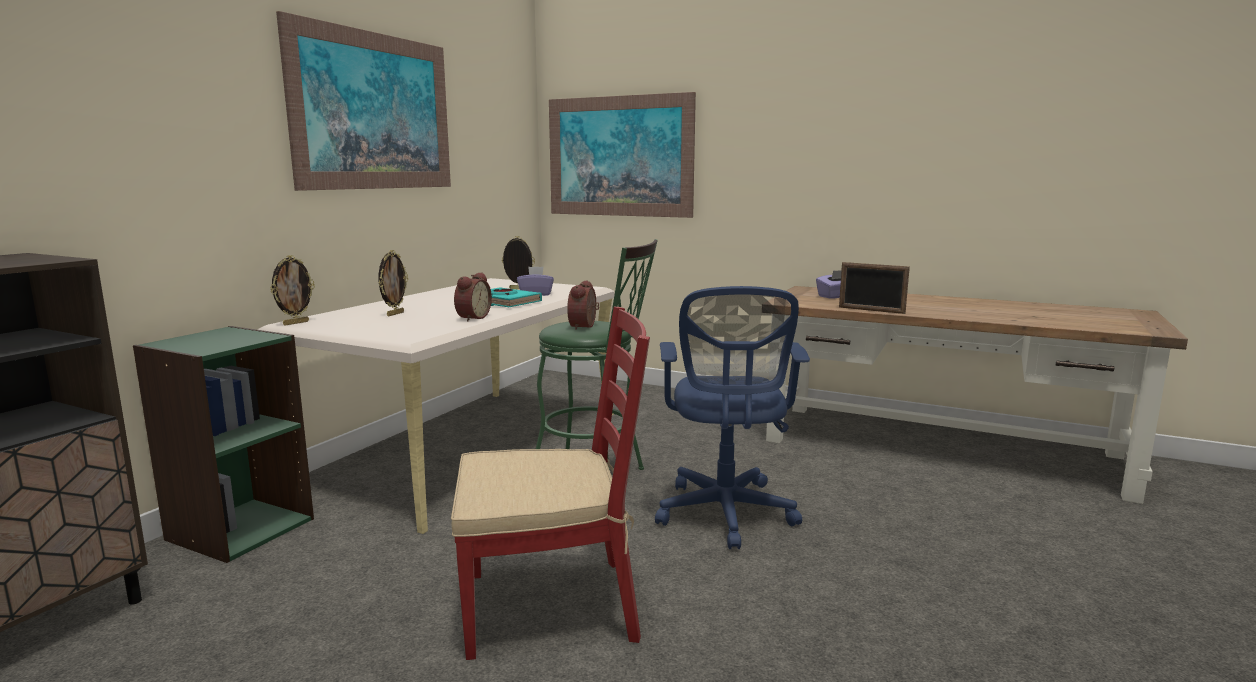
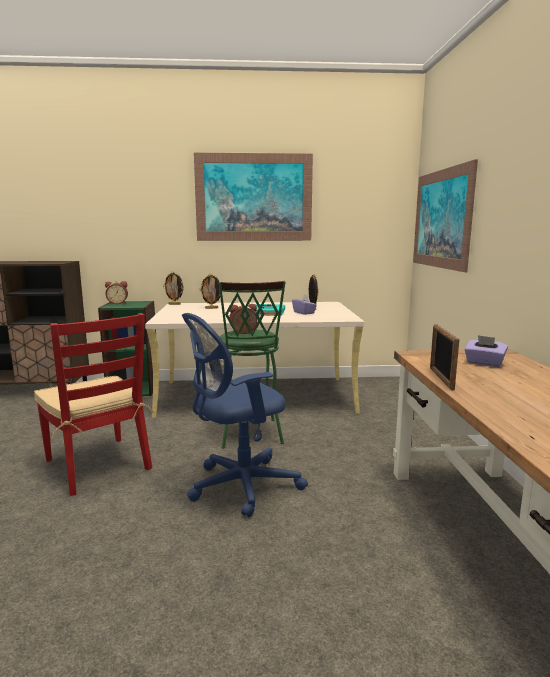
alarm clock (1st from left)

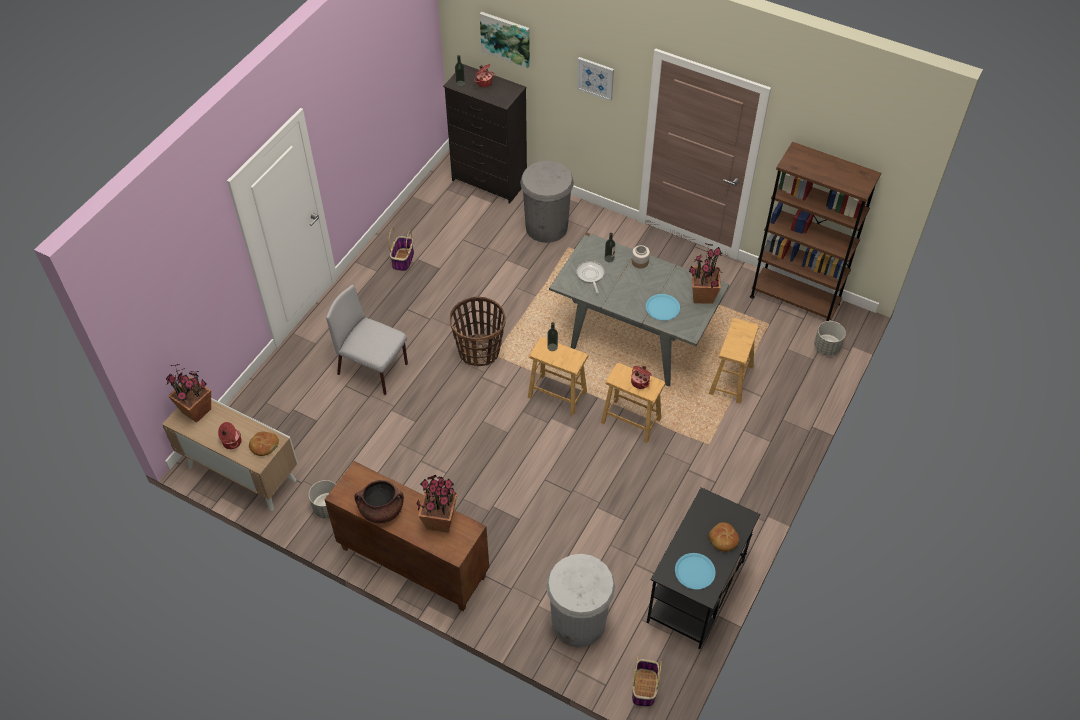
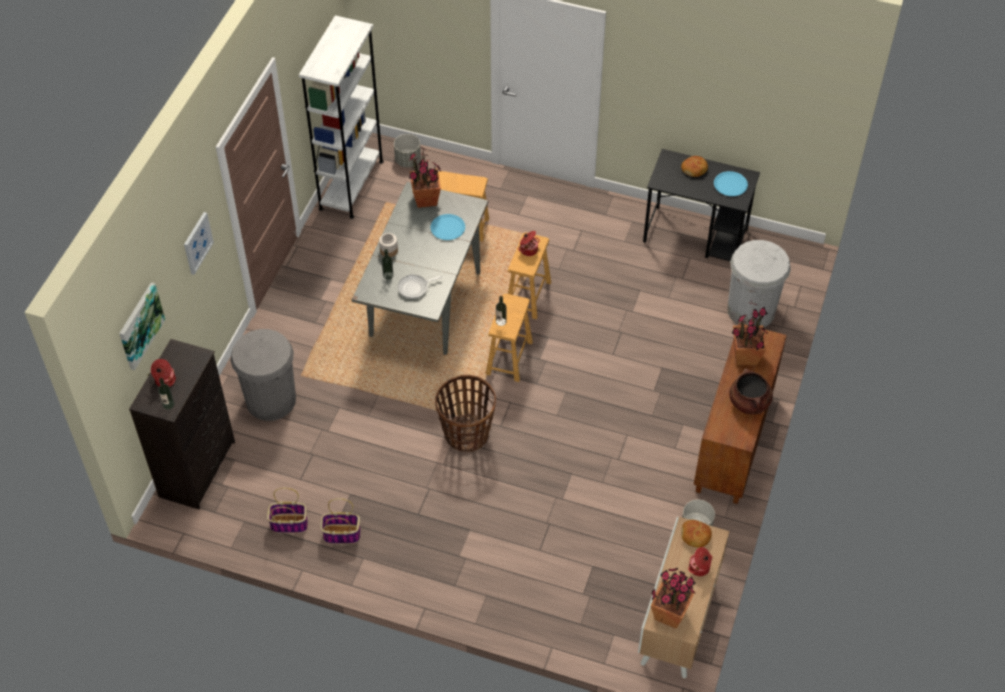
basket (1st from left); white bookcase; grey chair

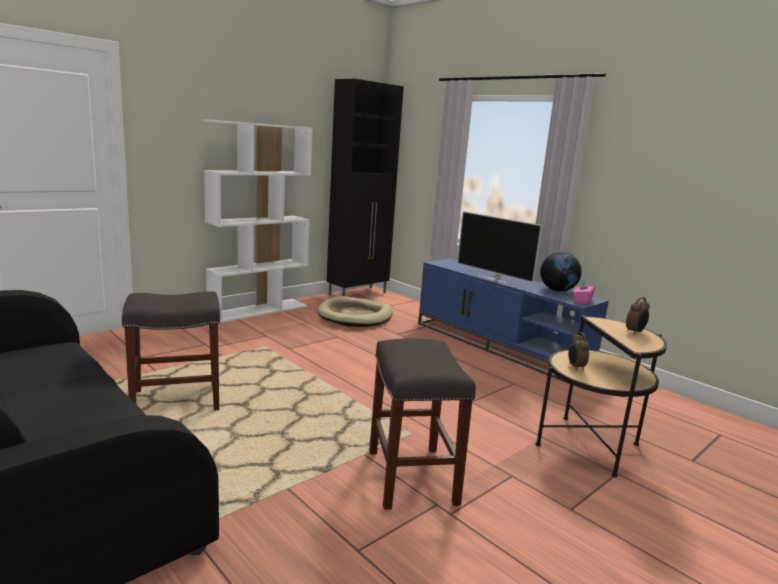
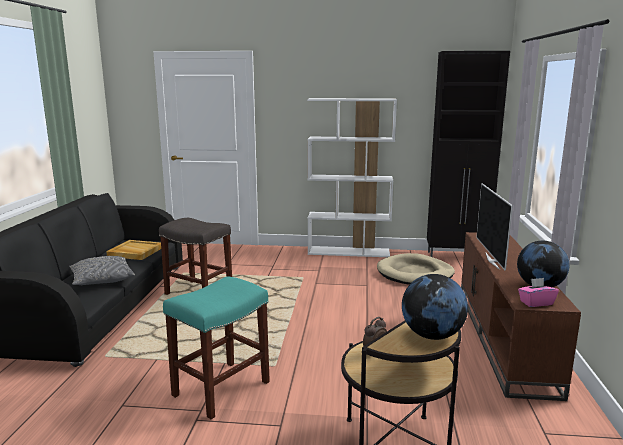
grey pillow; beige tray; turquoise stool; globe (1st from left); brown tv stand

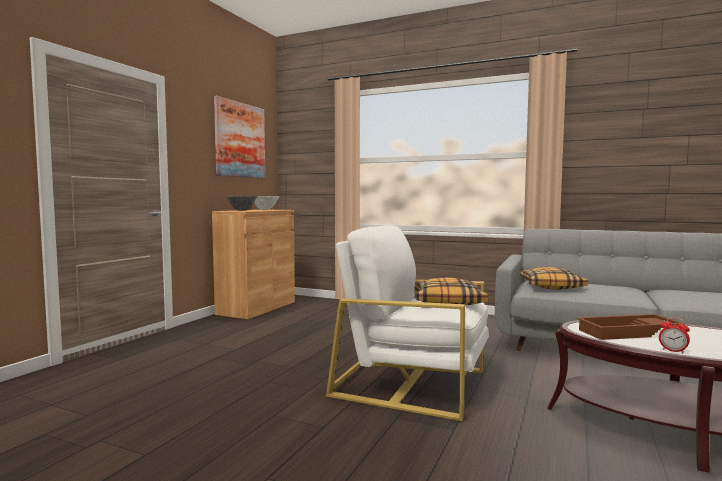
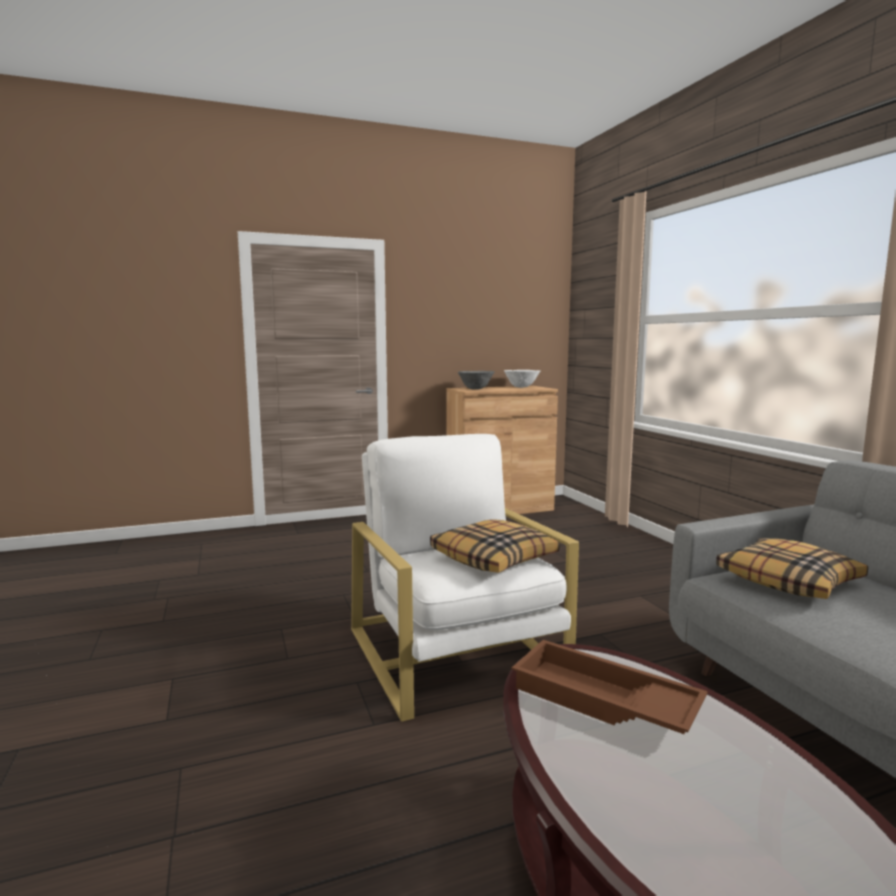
picture; alarm clock

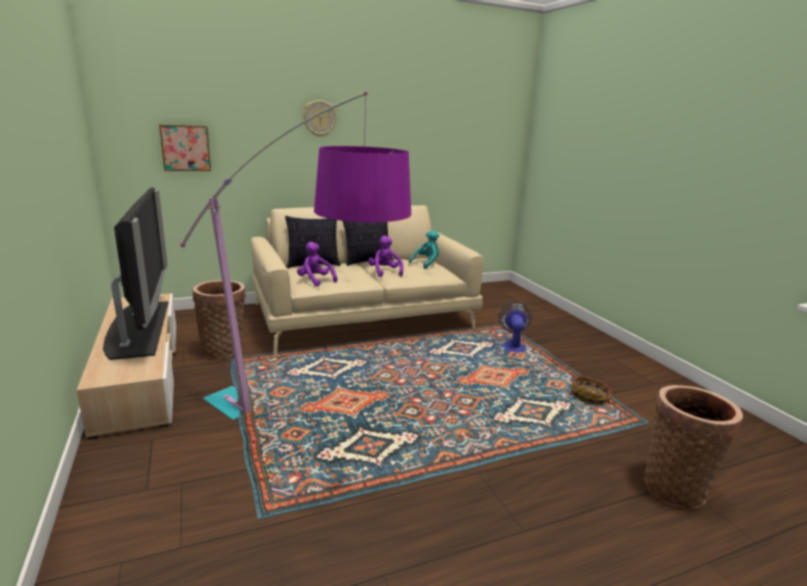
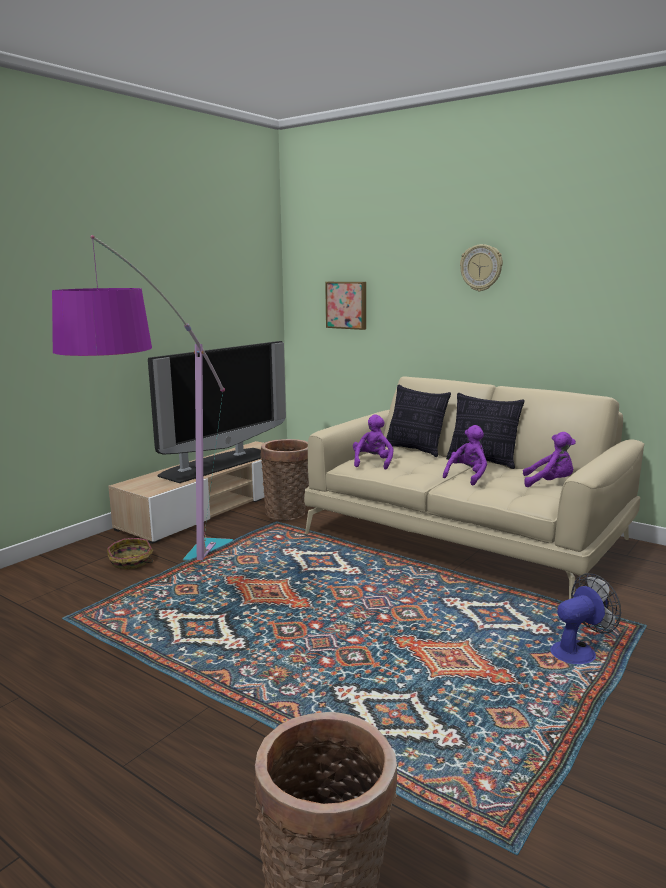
basket (1st from left); purple plush toy (3rd from left)

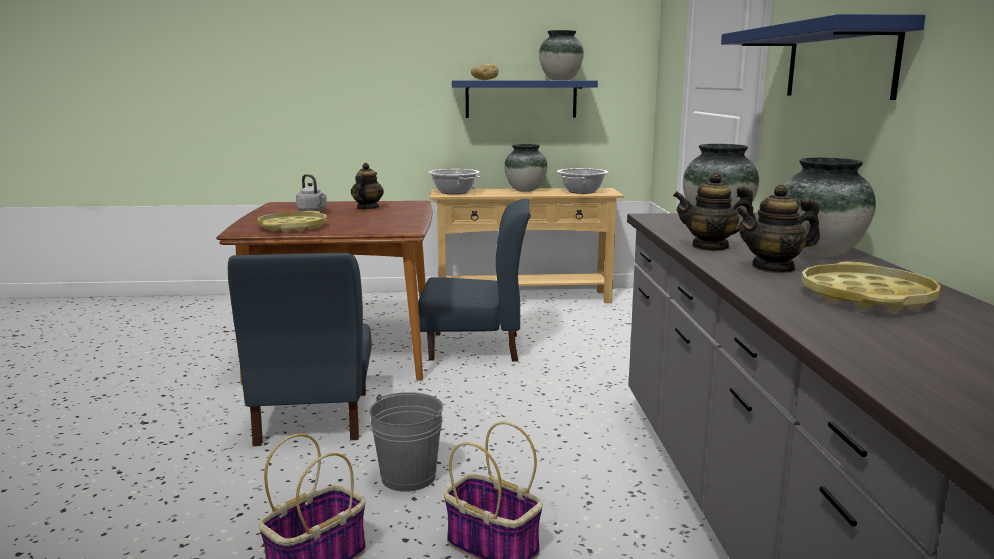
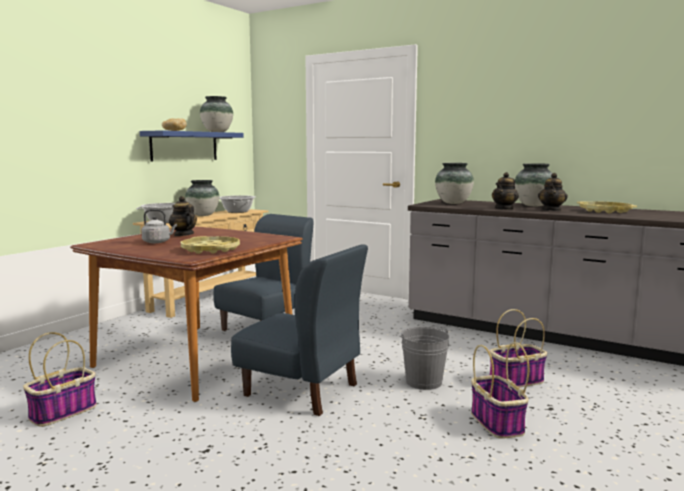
basket (1st from left); blue shelf (2nd from left in the first image)

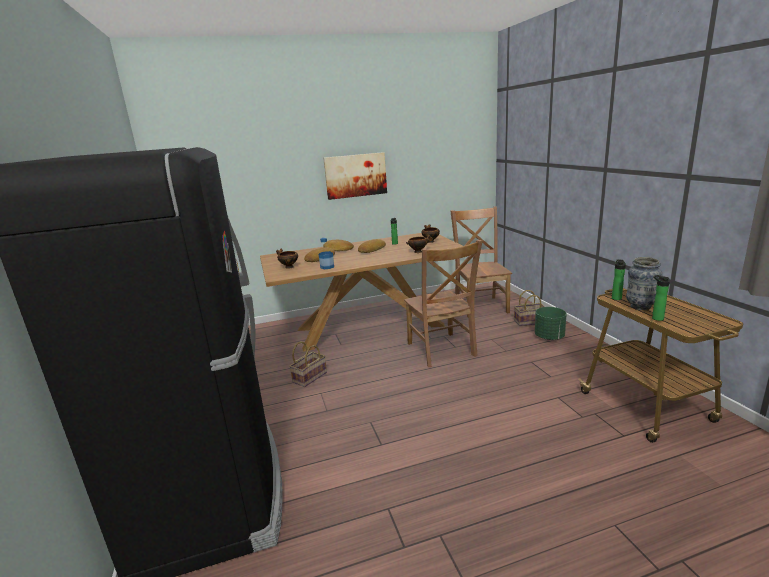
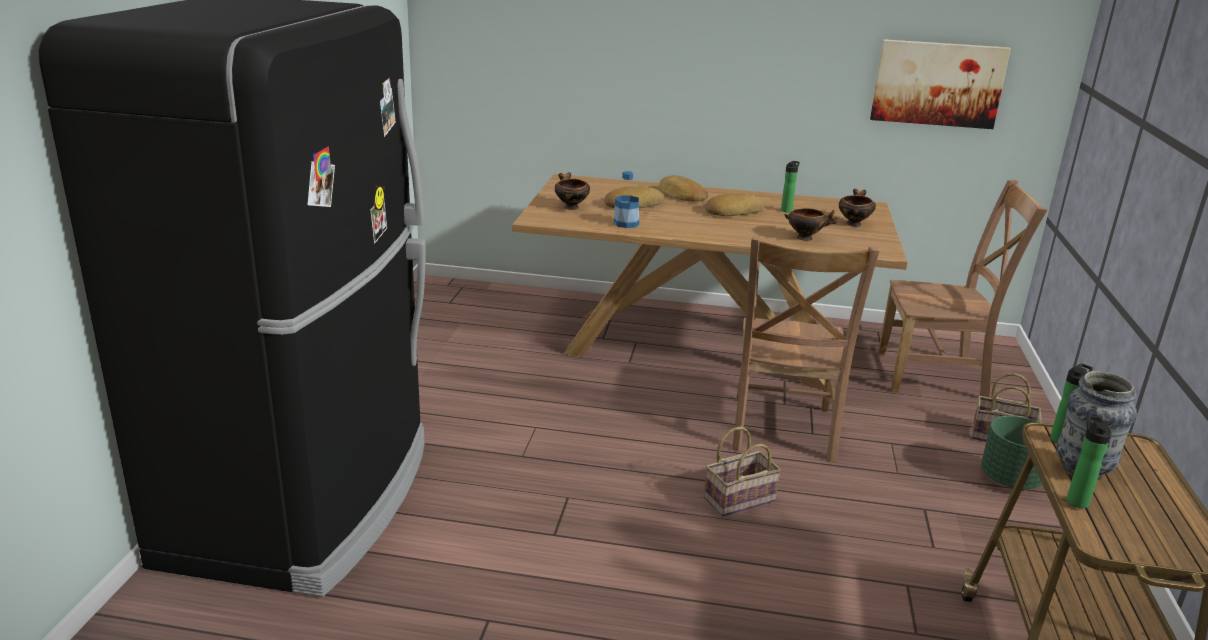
basket (1st from left); picture; brown chair (2nd from left)

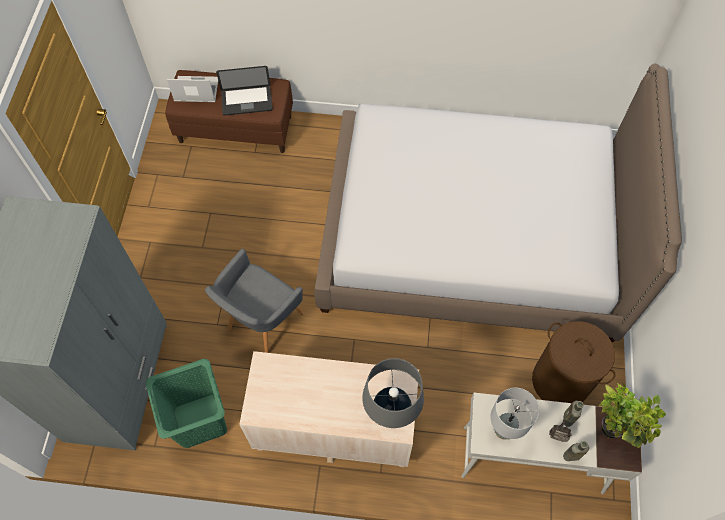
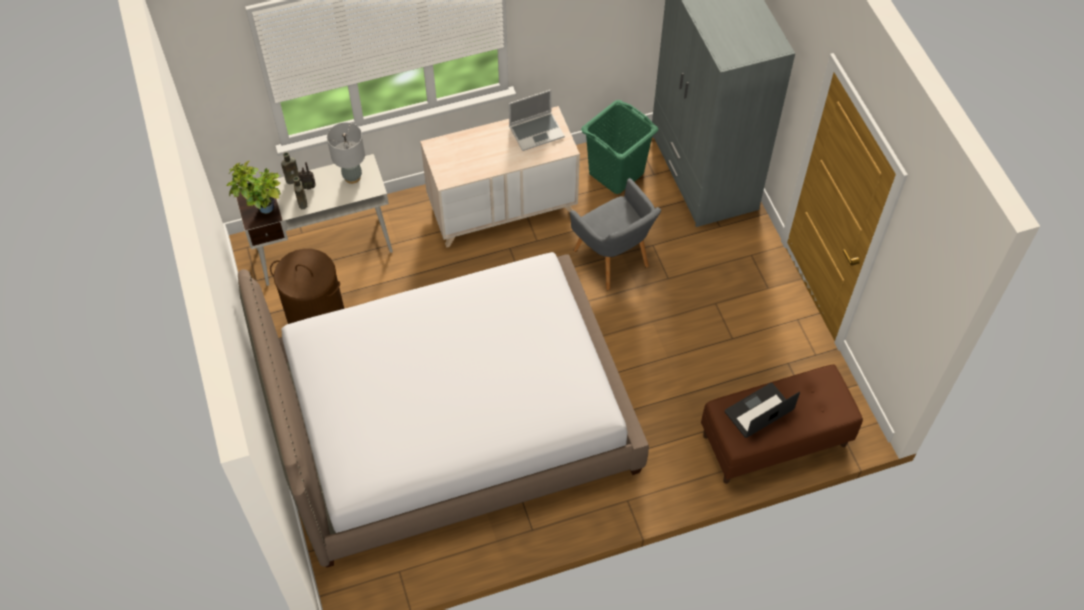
laptop (1st from left); grey armchair; grey table lamp (1st from left in the first image)

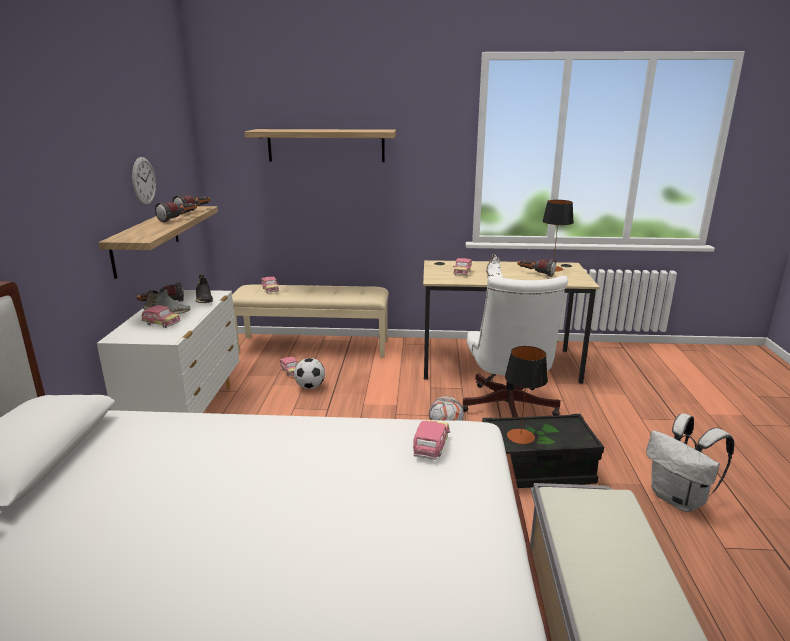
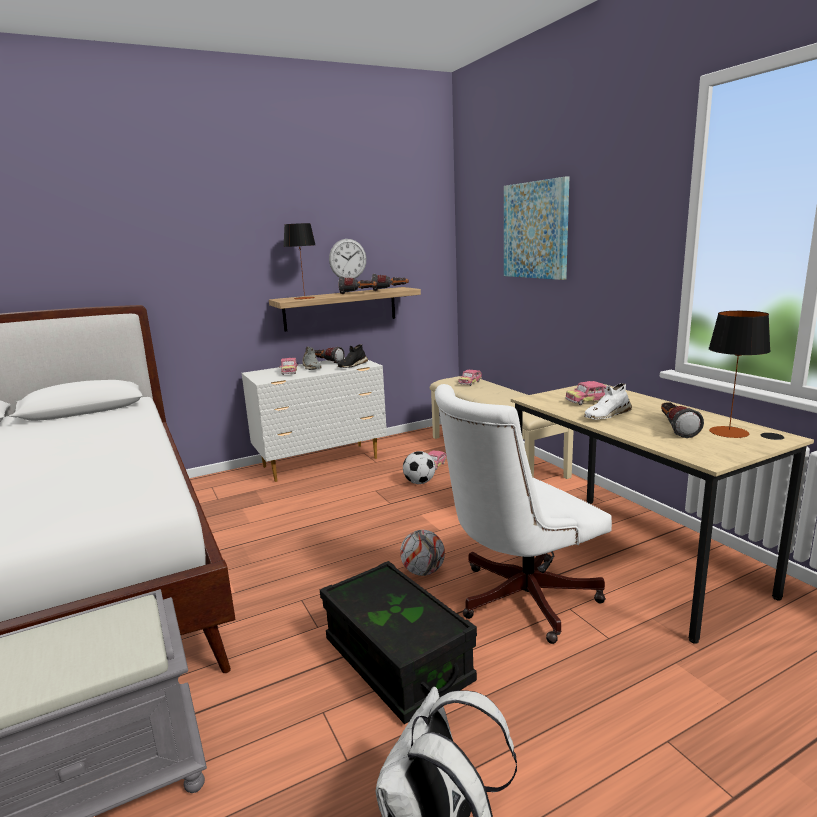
table lamp (1st from left); picture; toy car (4th from left in the first image)

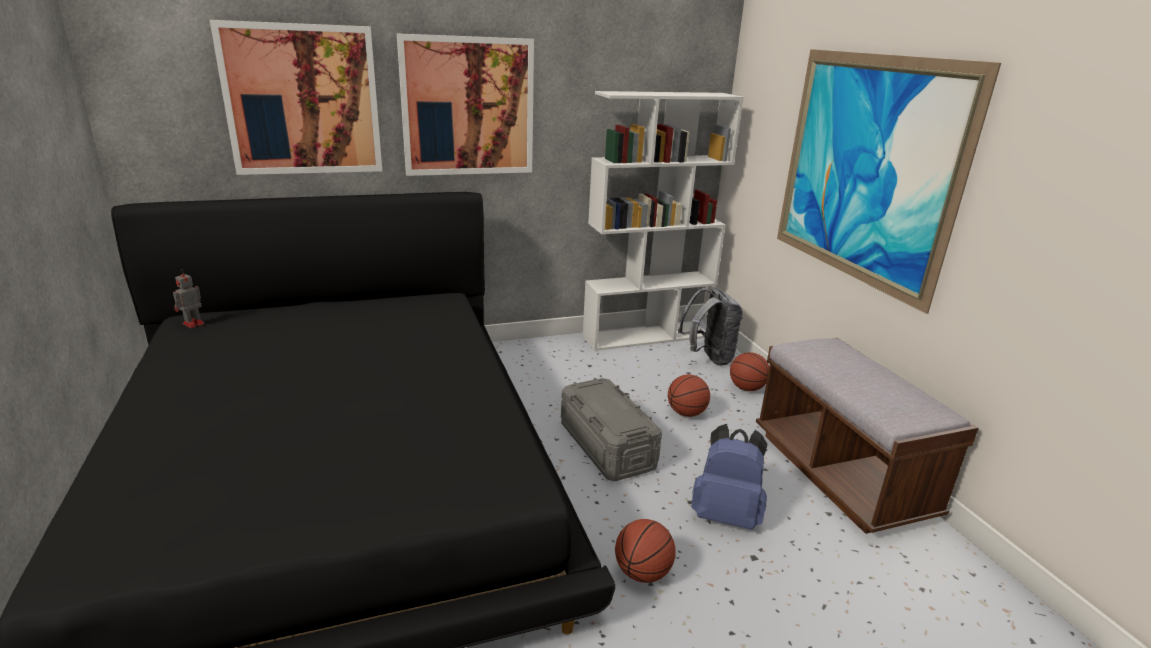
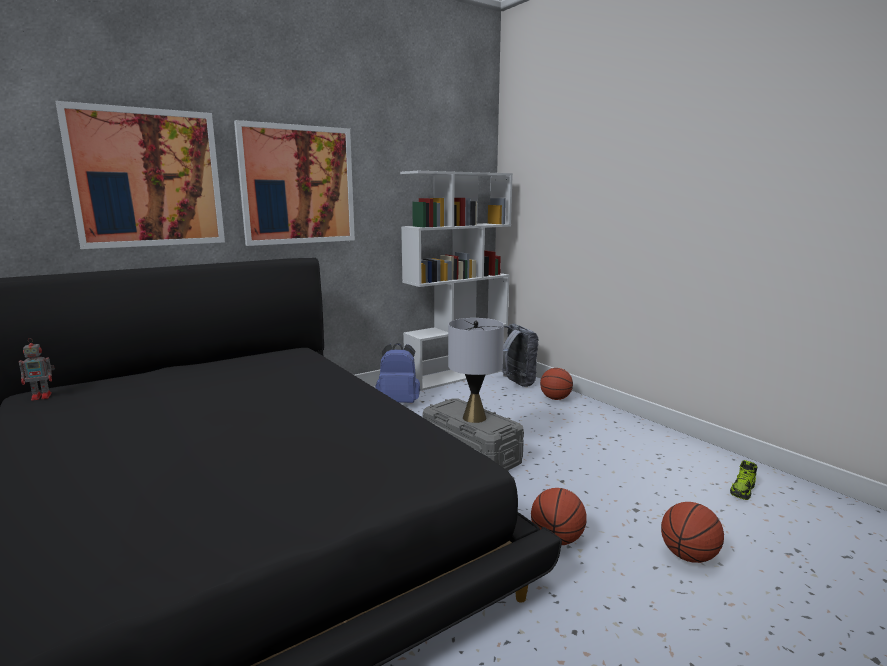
toy robot; blue backpack; grey table lamp; basketball (3rd from left); shoe; brown bench; picture (3rd from left in the first image)

